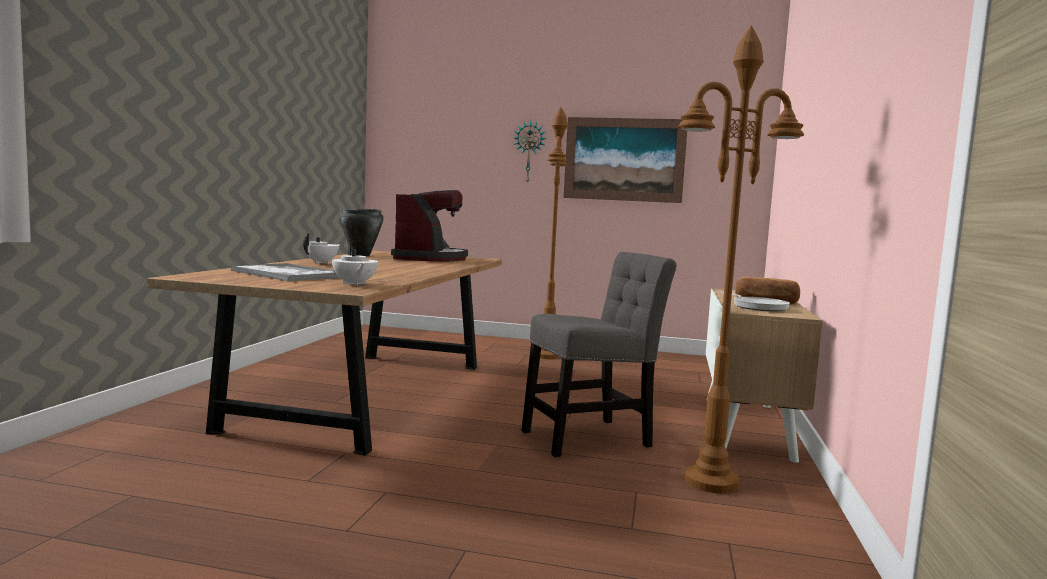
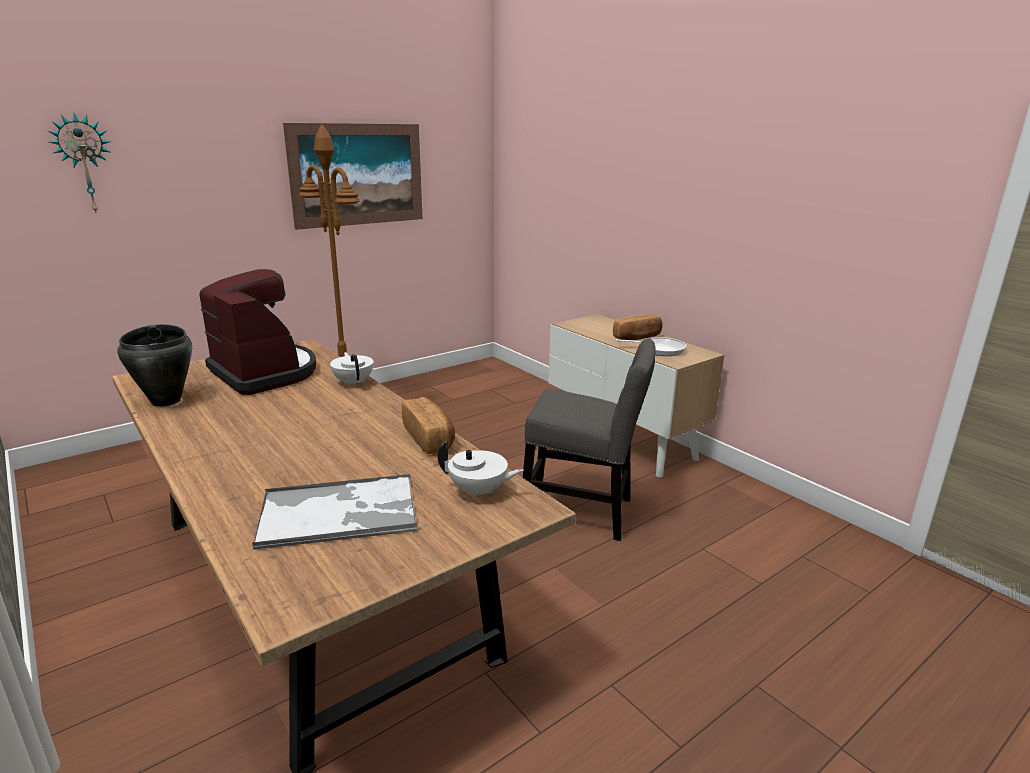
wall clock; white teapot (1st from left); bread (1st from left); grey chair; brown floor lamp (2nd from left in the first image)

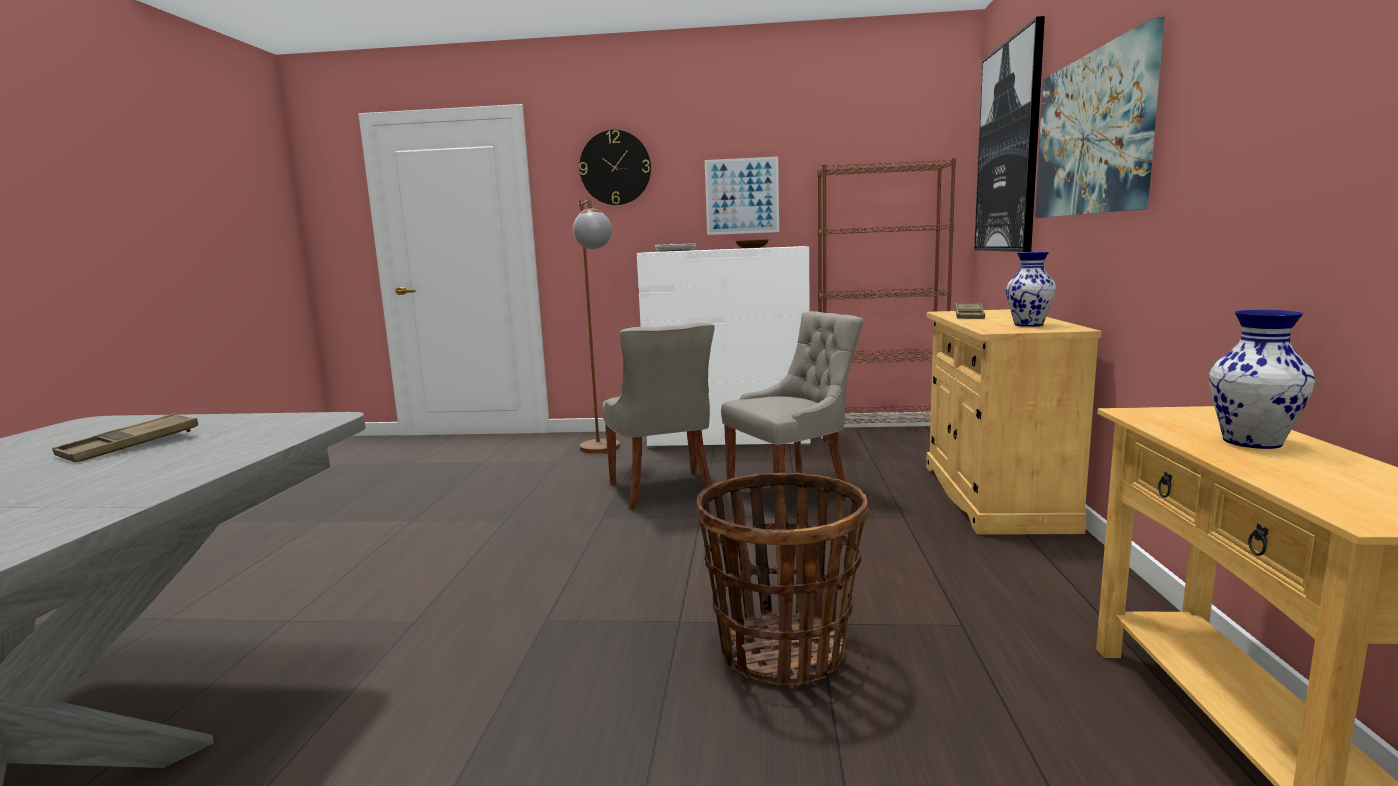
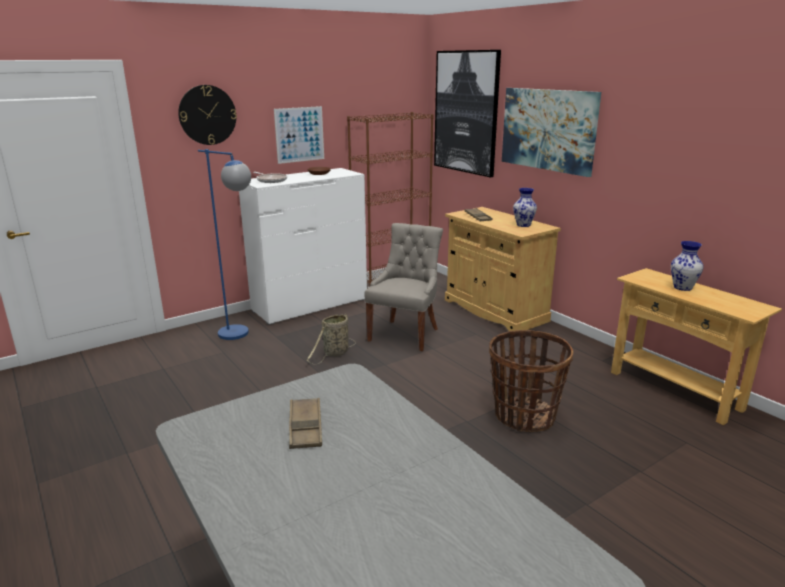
blue floor lamp; basket (1st from left)

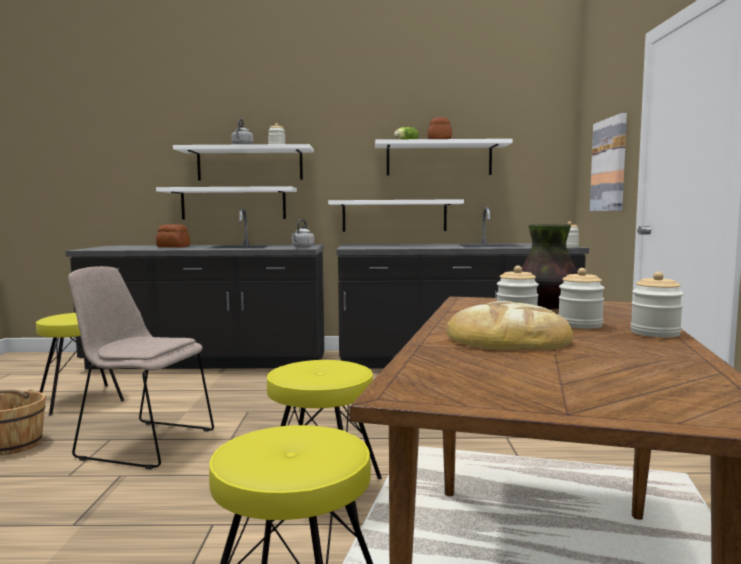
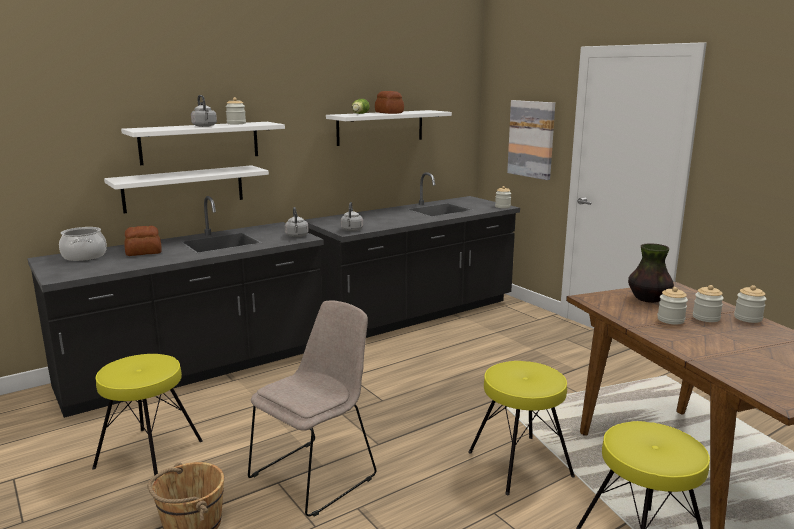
cooking pot; beige chair; grey kettle (3rd from left); white shelf (3rd from left in the first image); bread (3rd from left in the first image)

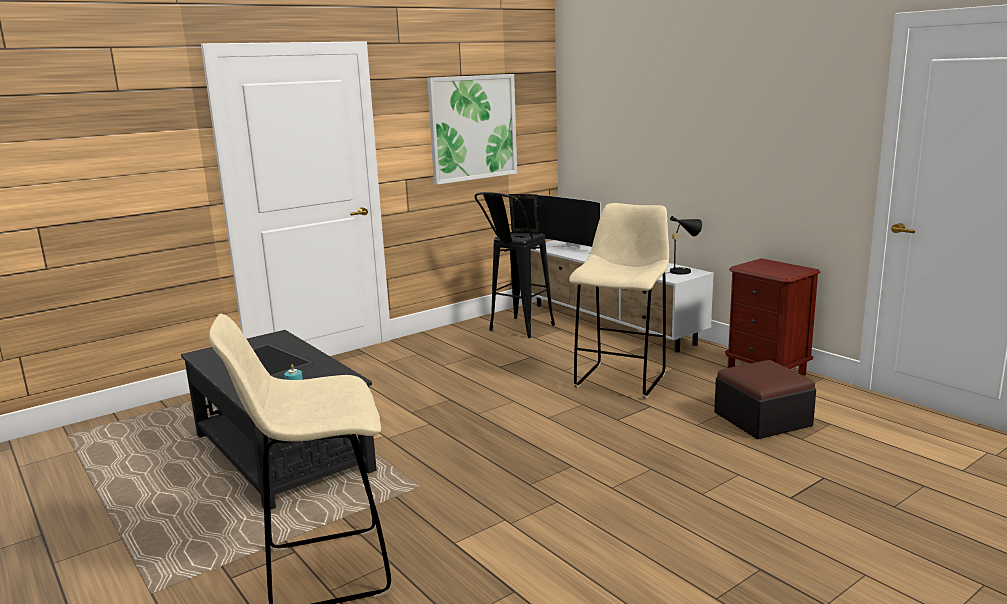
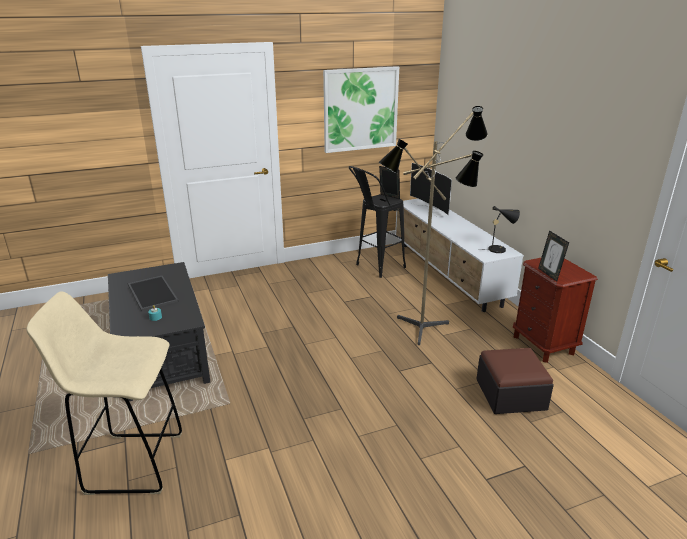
floor lamp; picture frame (2nd from left)

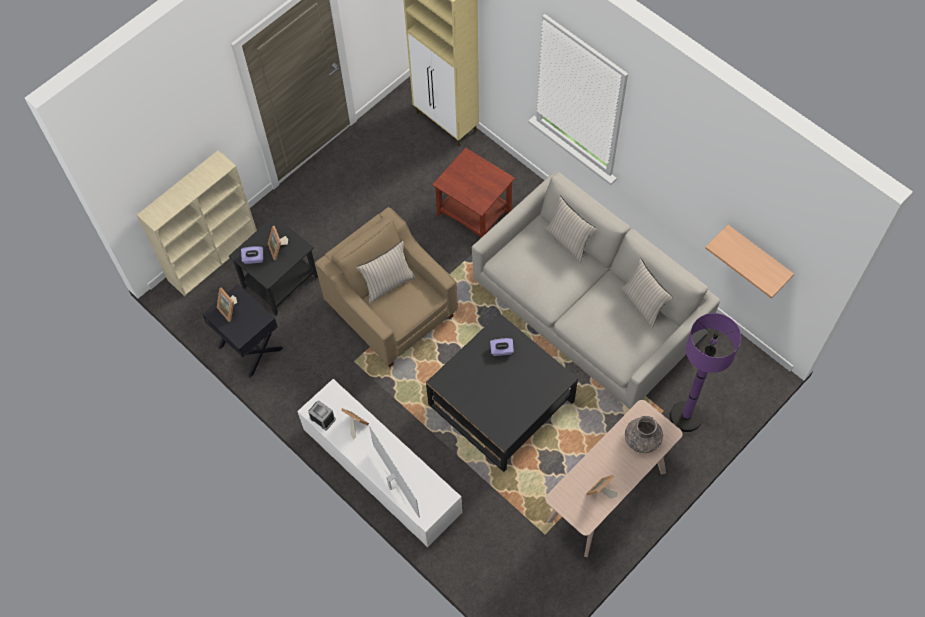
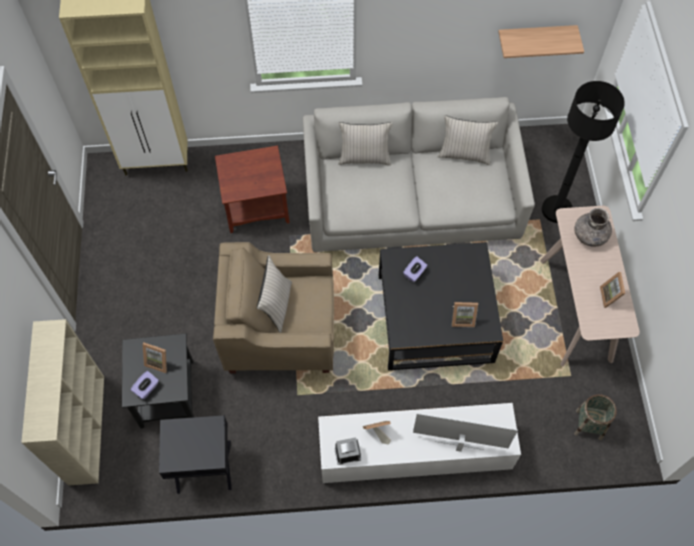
picture frame (3rd from left); black floor lamp; basket

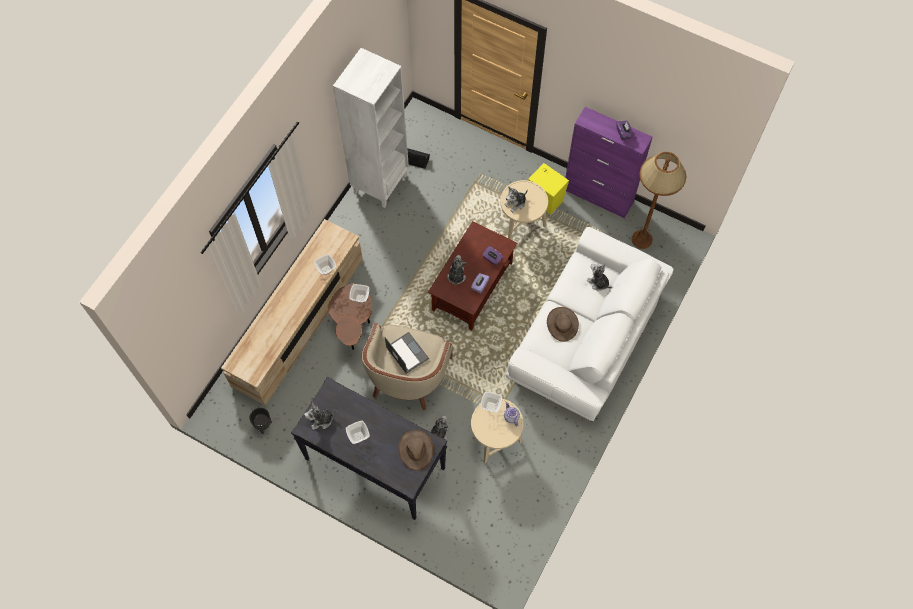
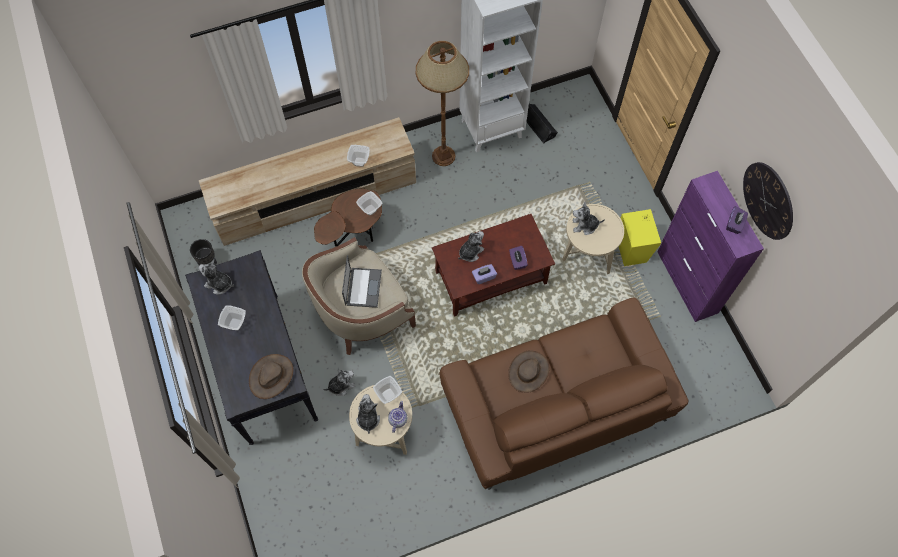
plush toy (3rd from left); brown floor lamp; brown sofa; wall clock

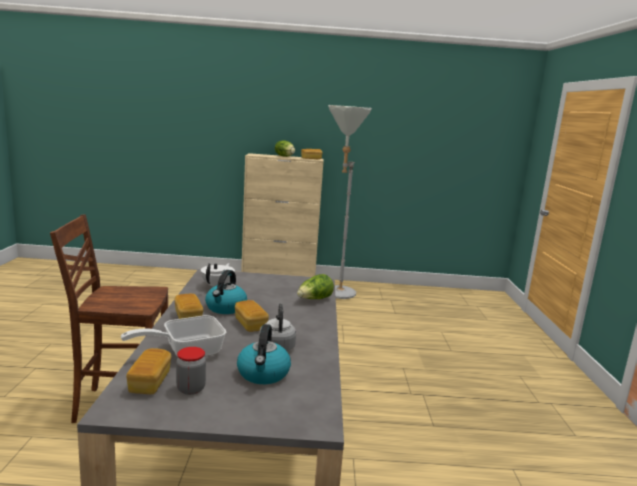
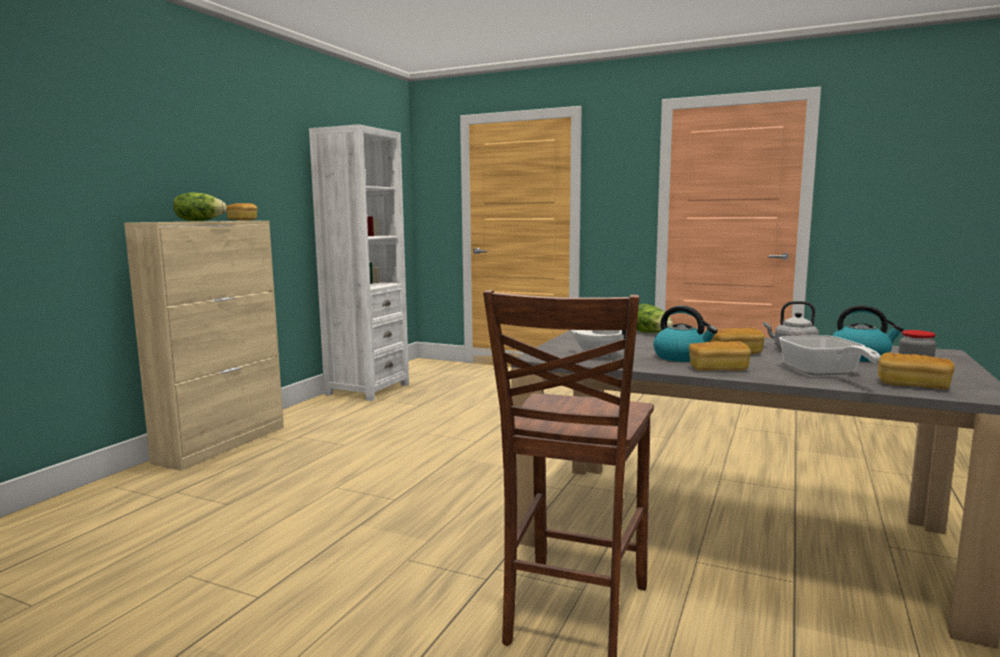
white bookcase; grey floor lamp

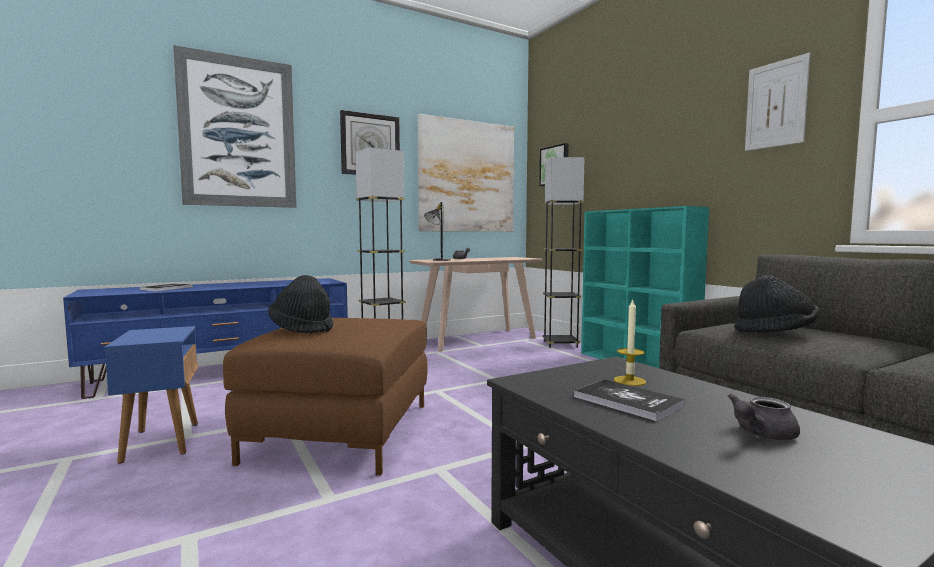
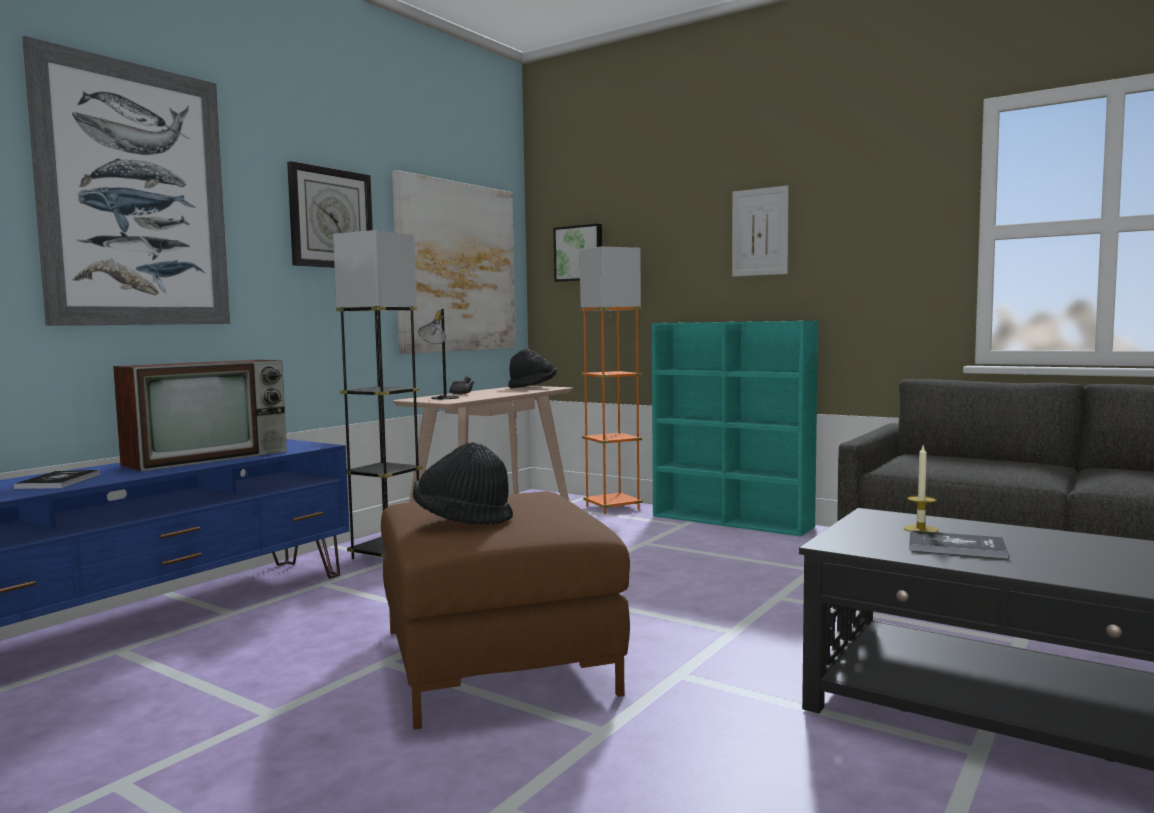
television; black hat (2nd from left); orange floor lamp; picture (4th from left); blue side table; grey teapot (2nd from left in the first image)

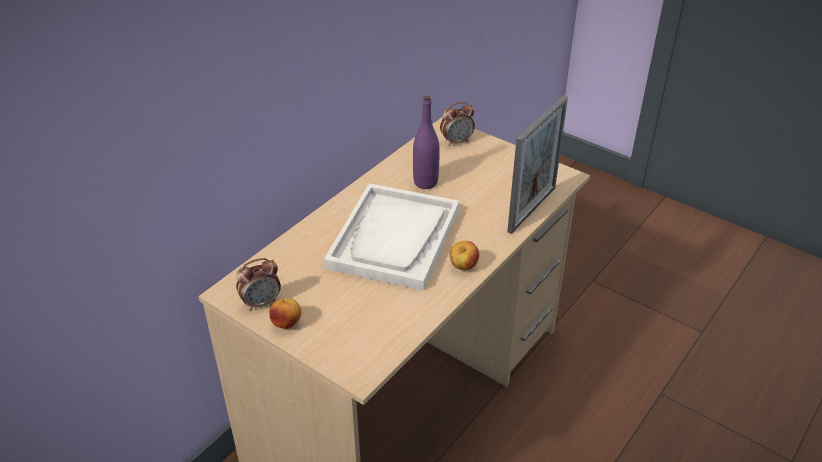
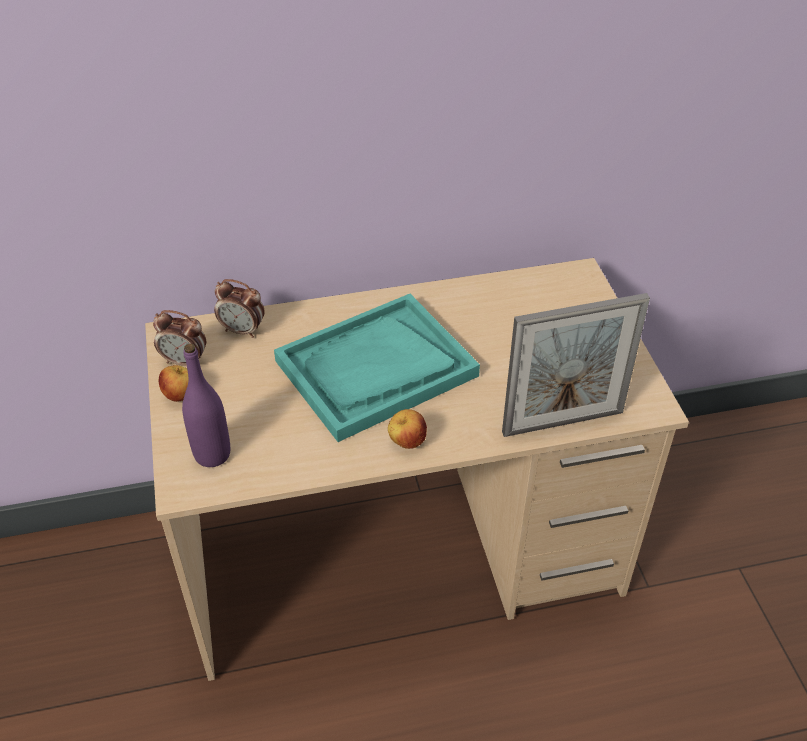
purple bottle; alarm clock (2nd from left); turquoise tray

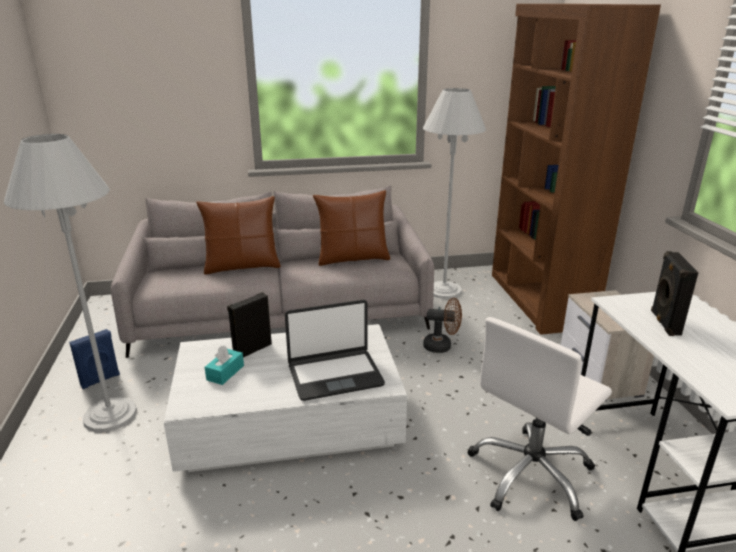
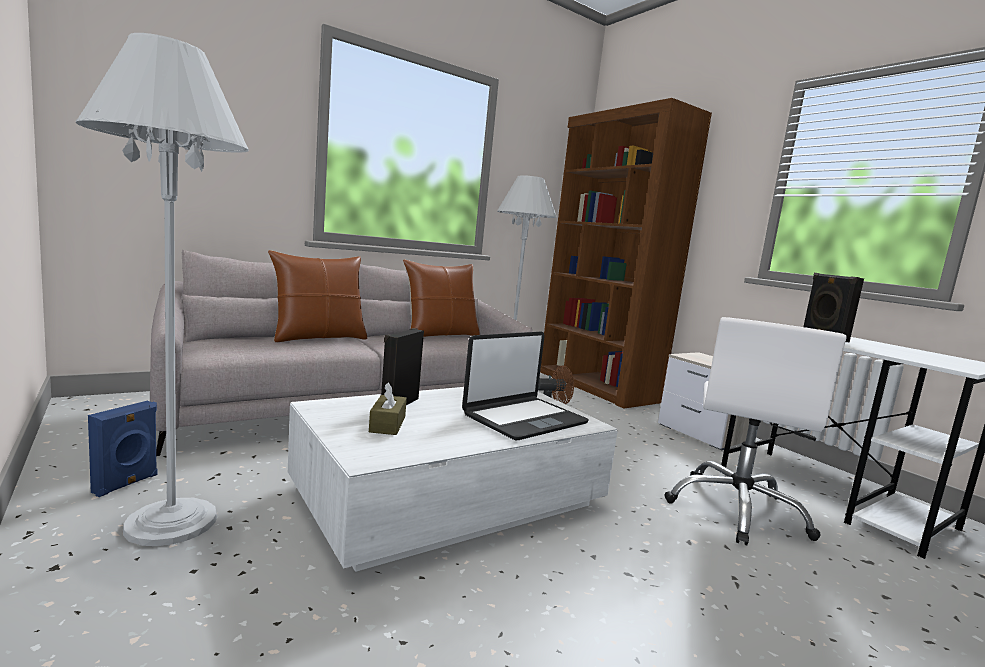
brown tissue box

